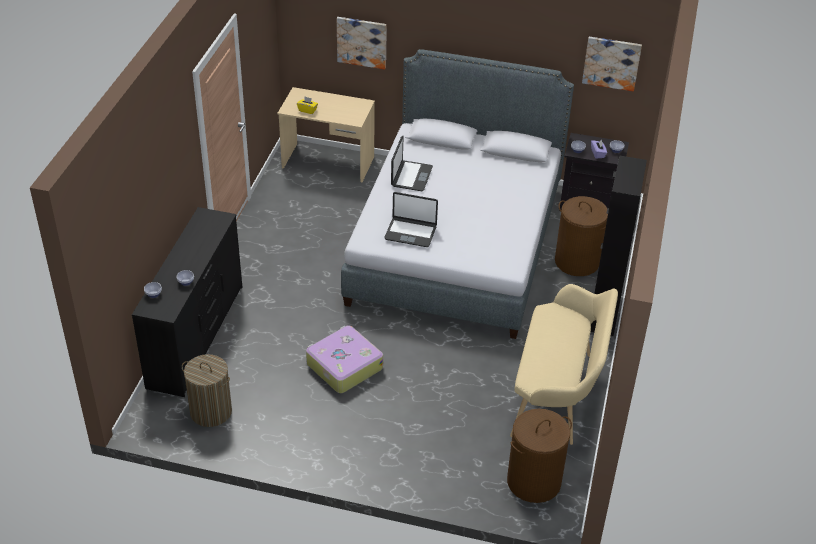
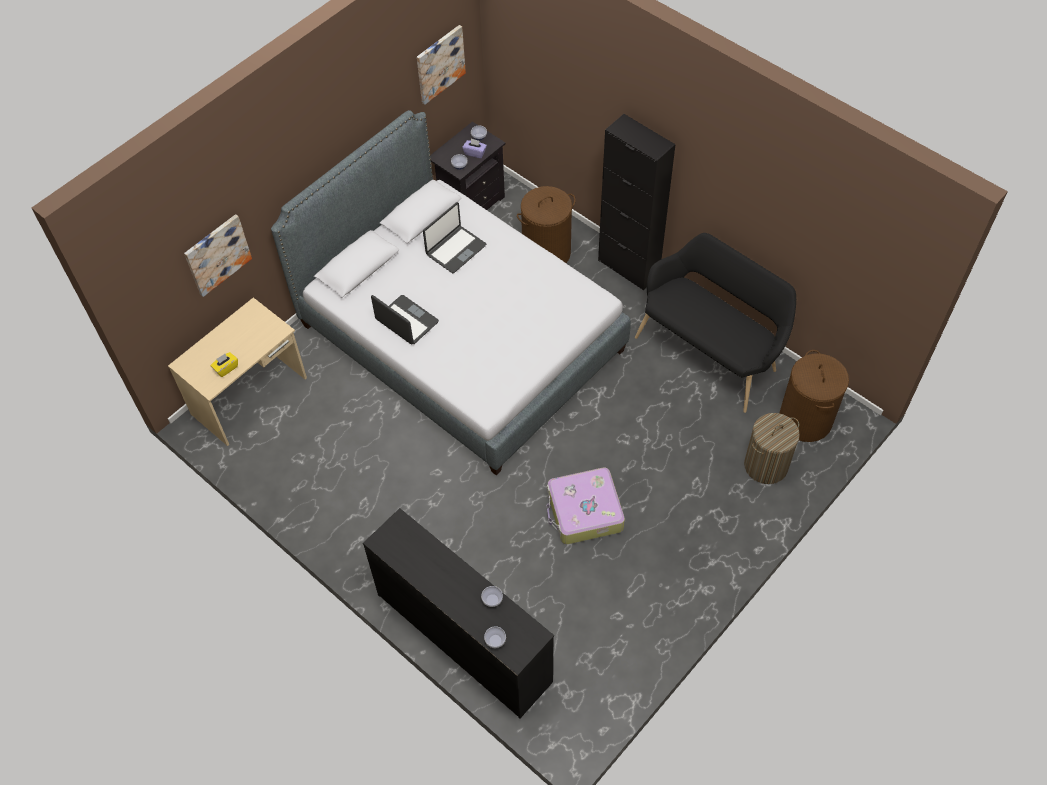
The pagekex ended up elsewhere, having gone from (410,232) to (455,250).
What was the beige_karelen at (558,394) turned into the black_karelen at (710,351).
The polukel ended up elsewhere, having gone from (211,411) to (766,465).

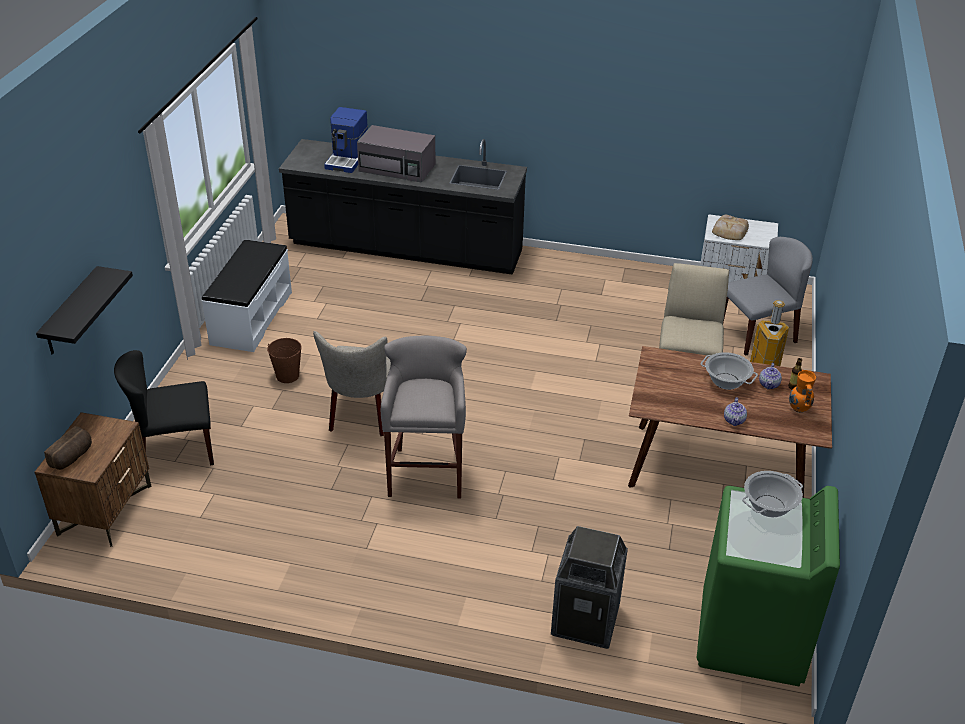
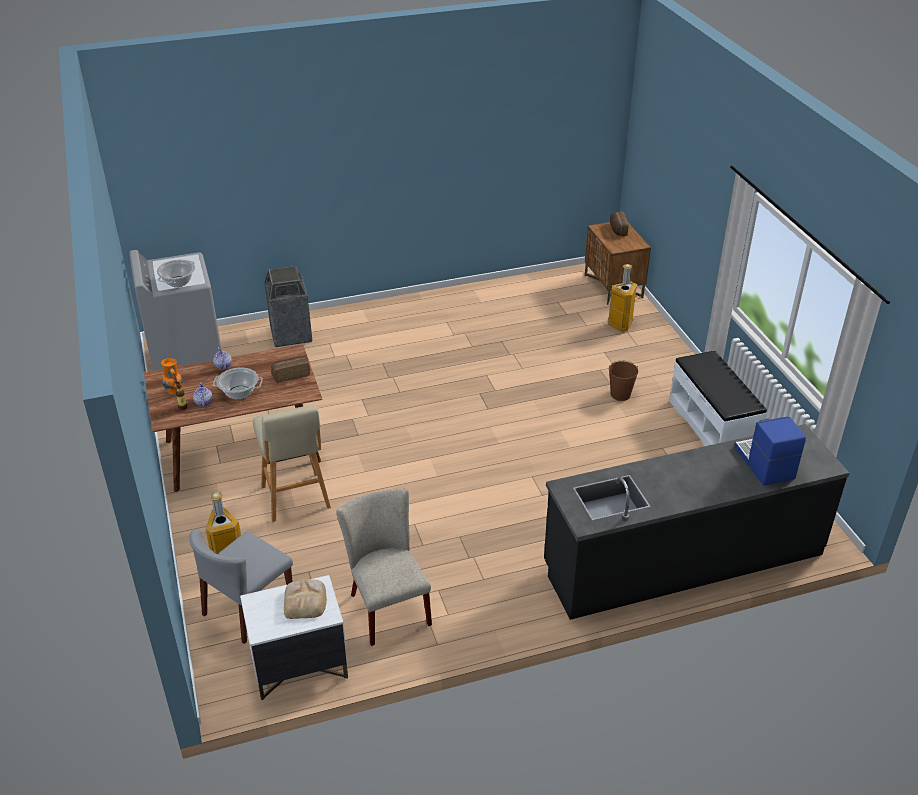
What was the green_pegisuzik at (751,638) turned into the grey_pegisuzik at (186,360).
The second view gained the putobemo at (290,374).
The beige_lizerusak ended up elsewhere, having gone from (361,415) to (386,606).
Where the black_lizerusak stood at (176,451), the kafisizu came to stand at (621,325).
The second view lost the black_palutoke at (71,312).
The second view lost the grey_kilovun at (398,168).
The second view lost the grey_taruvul at (426,471).

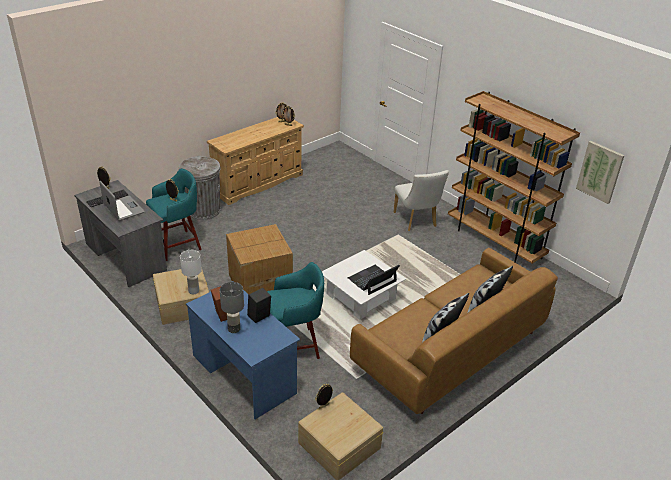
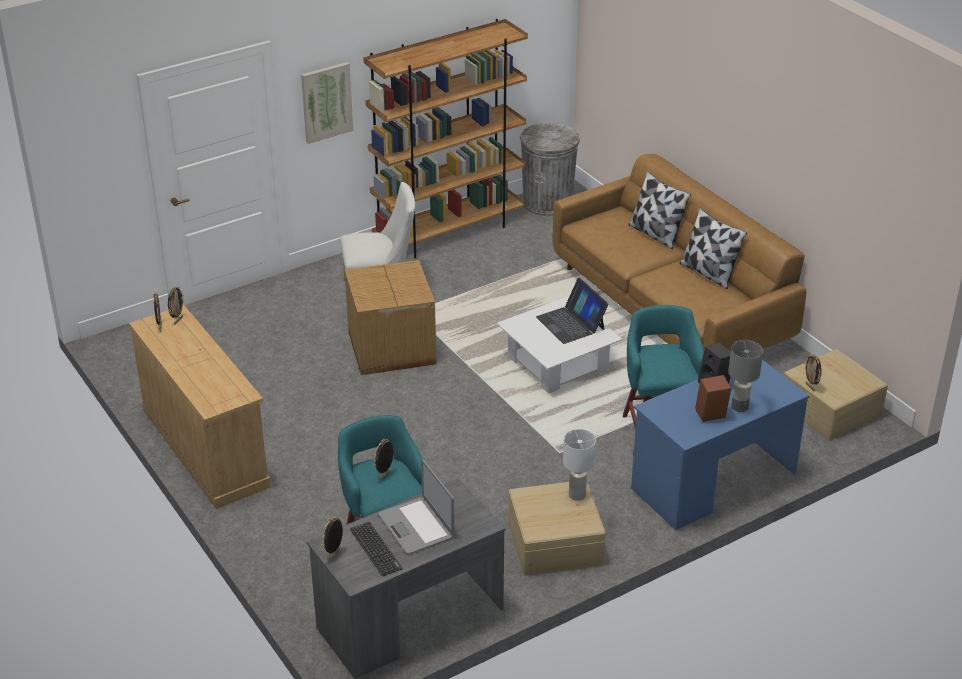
The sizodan ended up elsewhere, having gone from (600,172) to (326,102).
The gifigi ended up elsewhere, having gone from (259,284) to (390,348).
The pagekex at (123,209) ended up facing another way, 90 degrees counterclockwise from before.
The grey_kafisizu ended up elsewhere, having gone from (203,210) to (548,203).

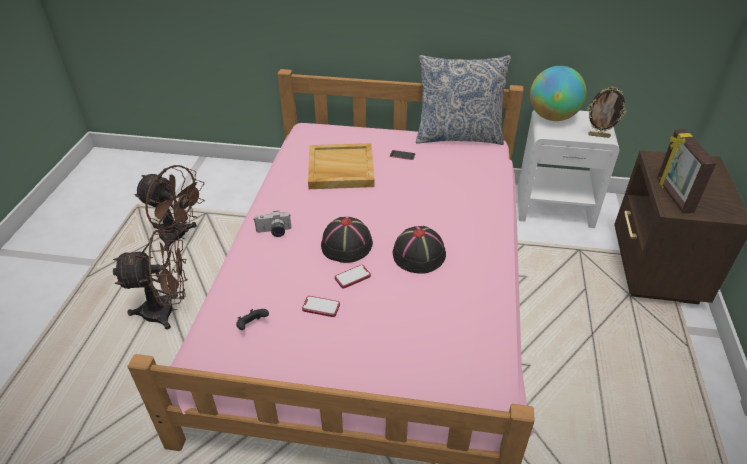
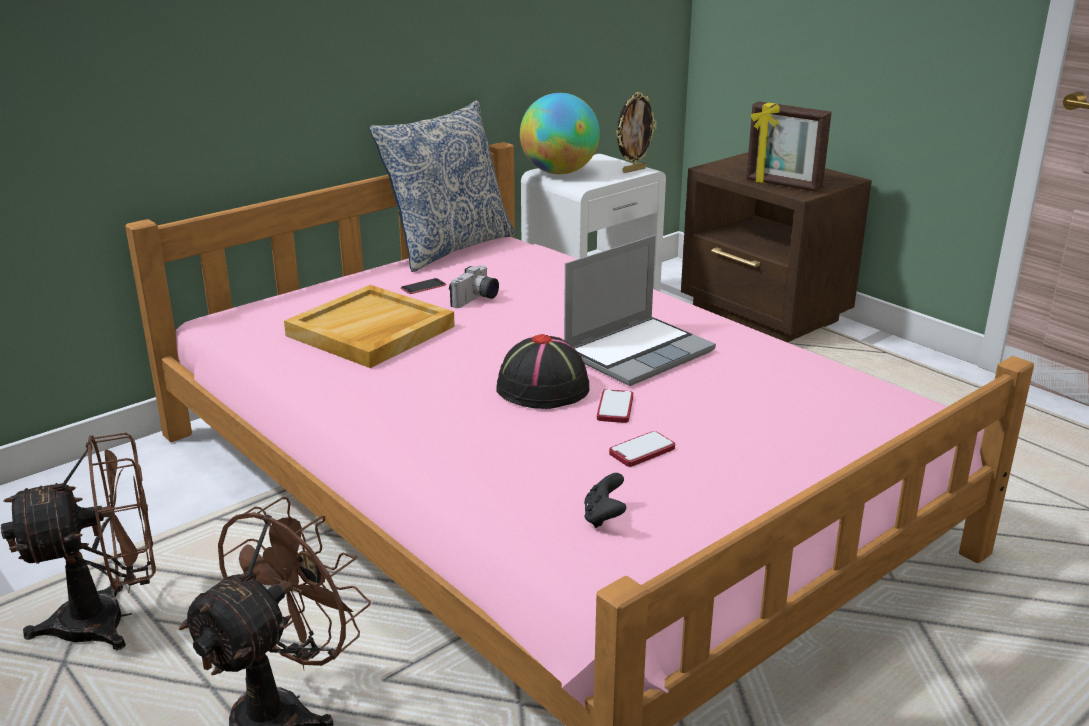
The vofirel ended up elsewhere, having gone from (274,232) to (476,300).
Where the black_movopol stood at (419,254), the pagekex came to stand at (638,352).

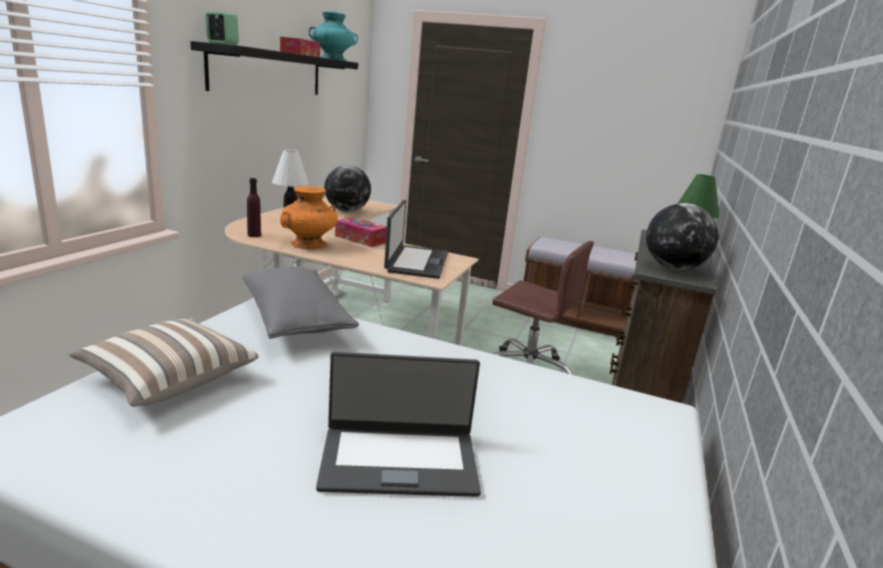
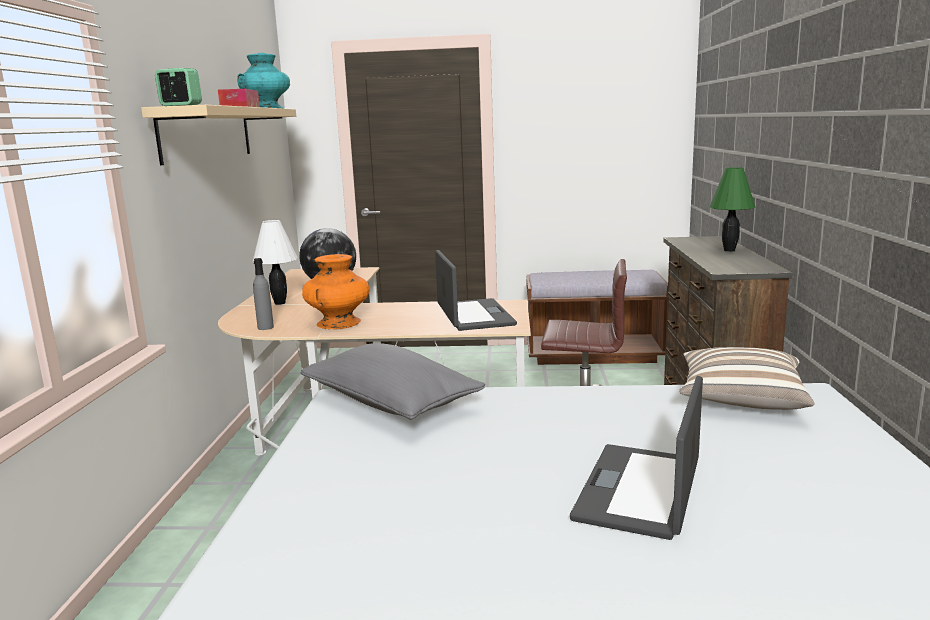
What was the black_palutoke at (268,72) turned into the beige_palutoke at (207,134).
What was the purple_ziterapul at (254,235) turned into the grey_ziterapul at (265,327).
The pagekex at (399,460) ended up facing another way, 135 degrees clockwise from before.
The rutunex ended up elsewhere, having gone from (167,379) to (740,399).
The second view lost the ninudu at (361,239).
The second view lost the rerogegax at (672,267).

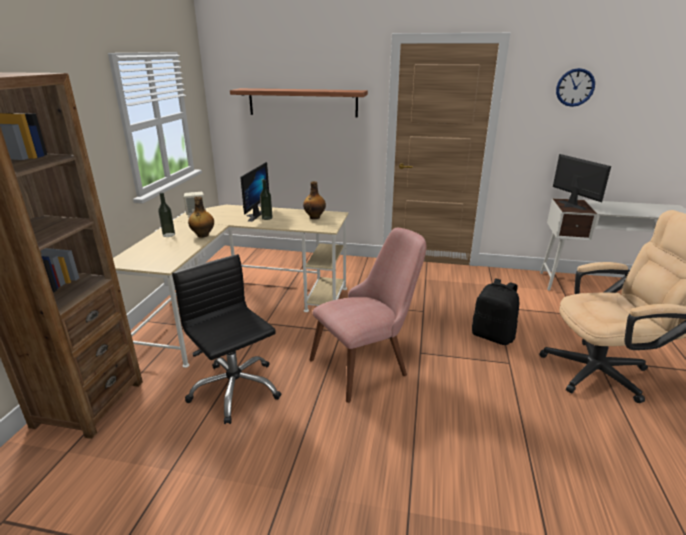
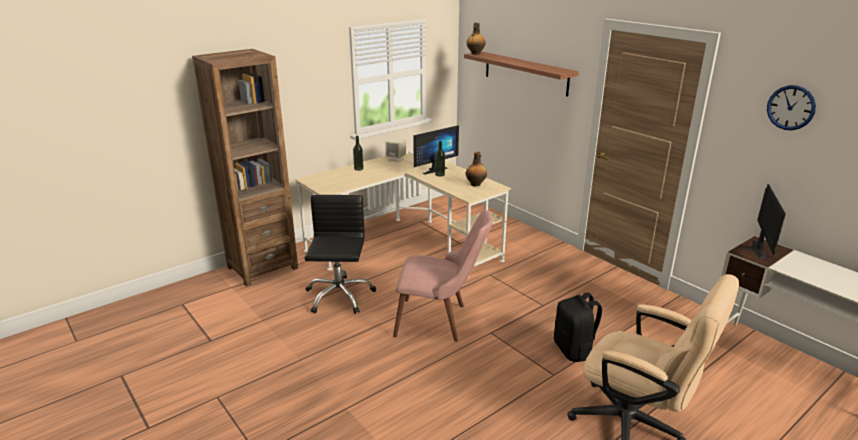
The ziterapul ended up elsewhere, having gone from (203,235) to (475,54).

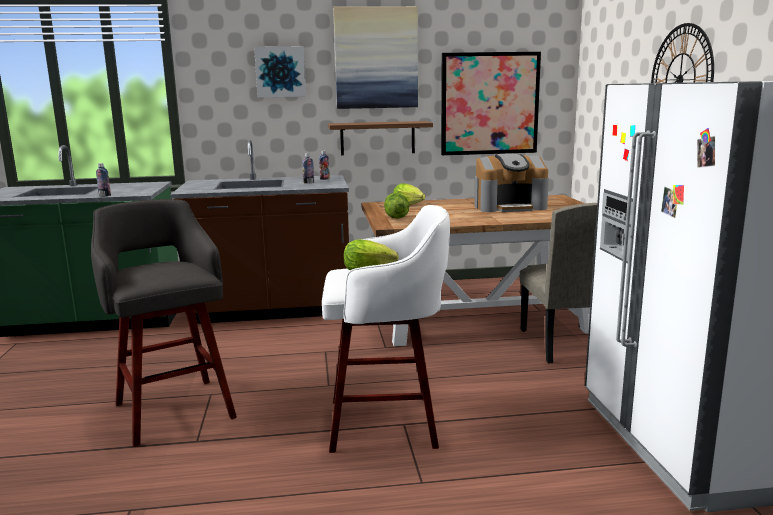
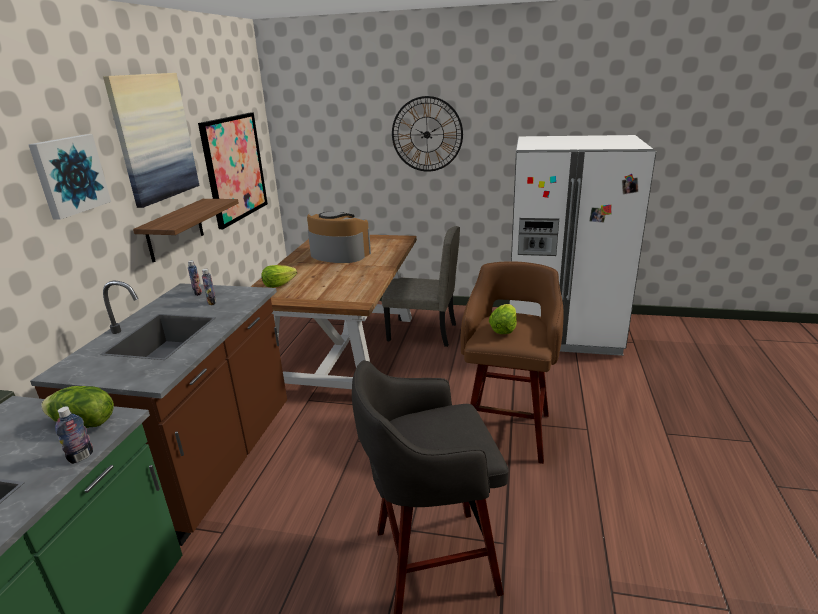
The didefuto ended up elsewhere, having gone from (395,217) to (83,424).
The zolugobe at (509,207) ended up facing another way, 75 degrees counterclockwise from before.
What was the white_taruvul at (387,423) turned into the brown_taruvul at (507,429).

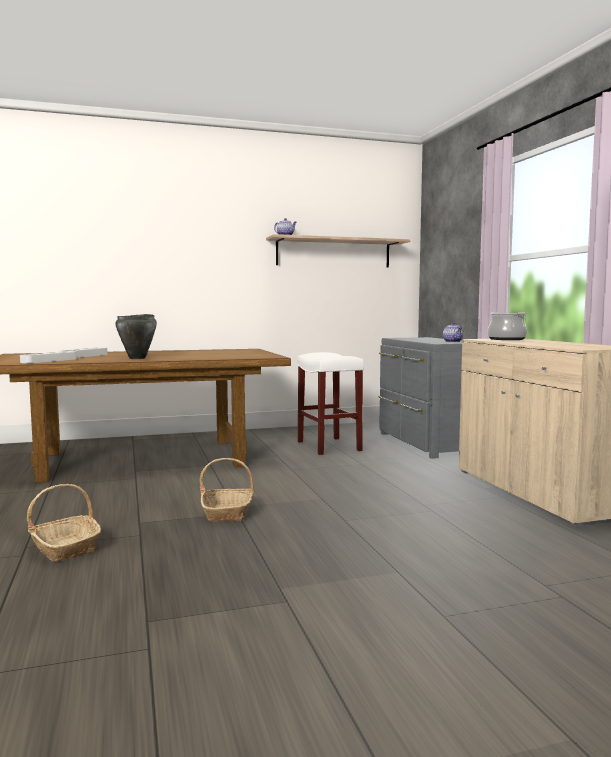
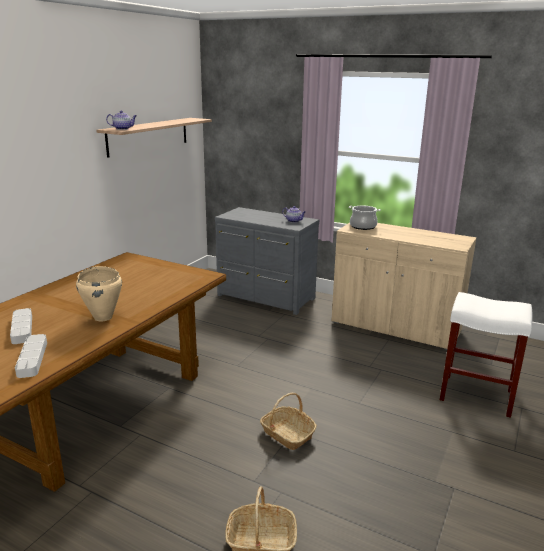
What was the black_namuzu at (137,358) turned into the beige_namuzu at (103,317).
The white_taruvul ended up elsewhere, having gone from (329,446) to (477,395).

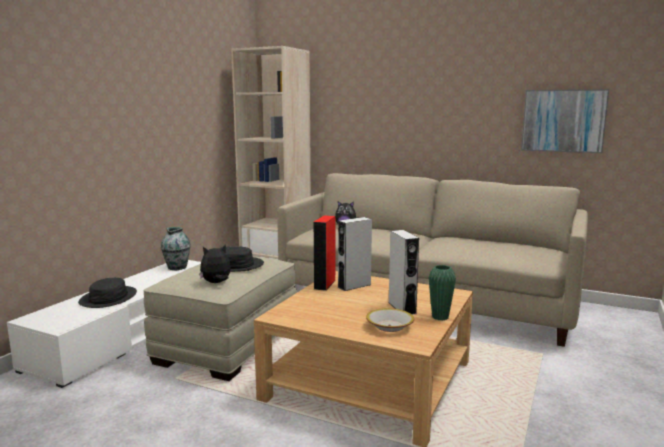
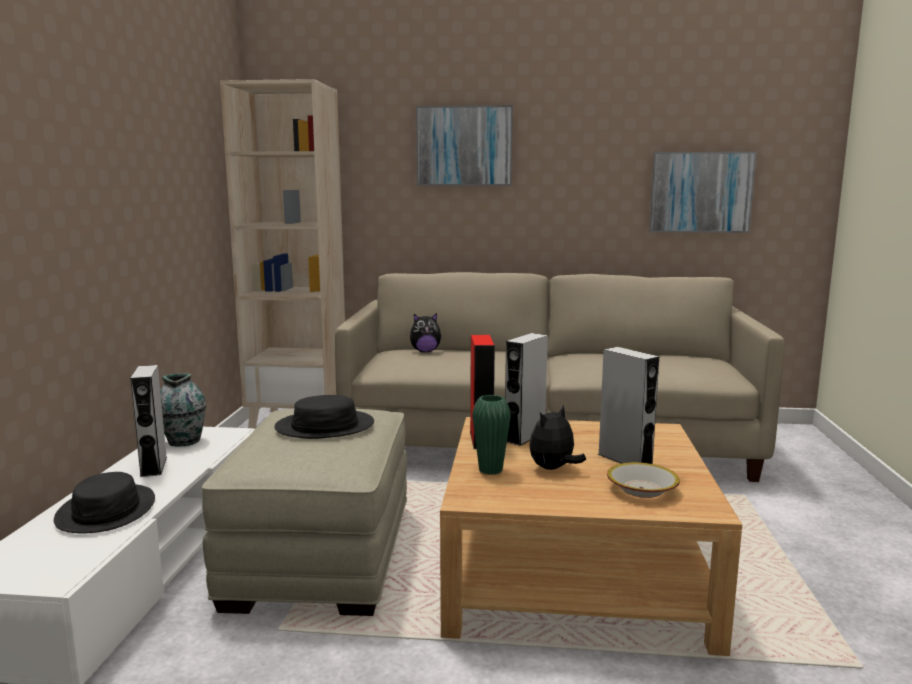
The second view gained the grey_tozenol at (154,466).
The second view gained the sizodan at (464,146).
The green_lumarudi ended up elsewhere, having gone from (440,317) to (490,470).
The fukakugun ended up elsewhere, having gone from (216,283) to (553,469).

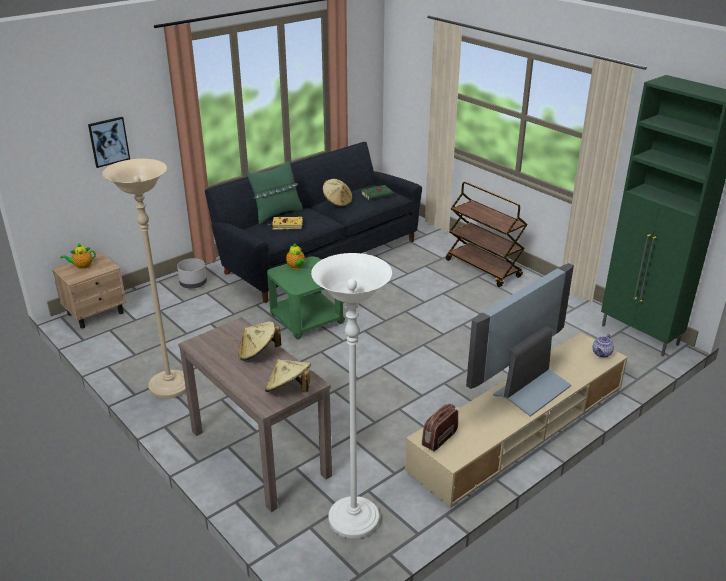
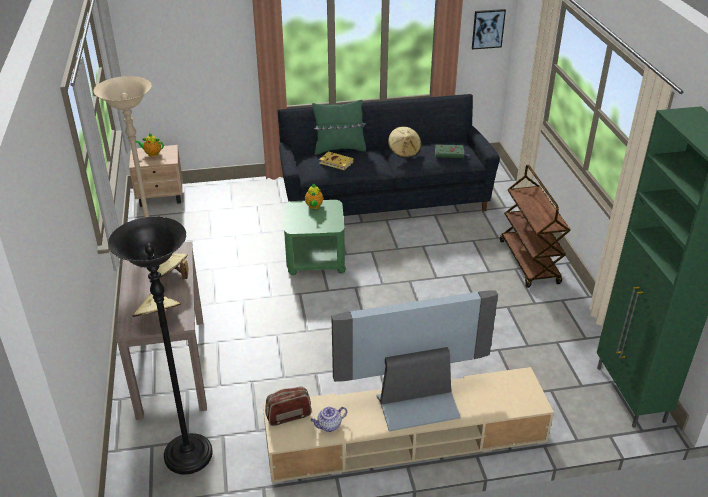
What was the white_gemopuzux at (353,520) turned into the black_gemopuzux at (188,456).
The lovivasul ended up elsewhere, having gone from (602,354) to (329,426).
The sizodan ended up elsewhere, having gone from (108,141) to (488,28).
The second view lost the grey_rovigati at (193,283).

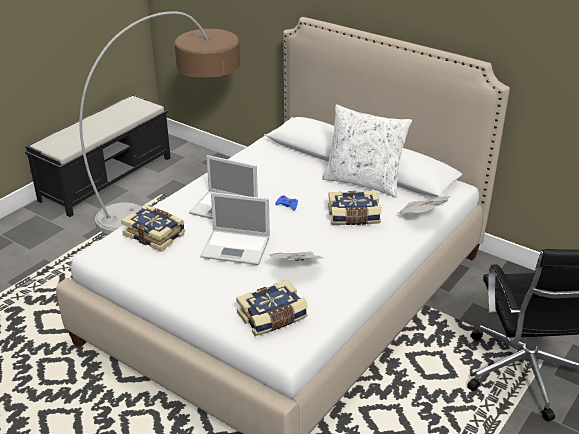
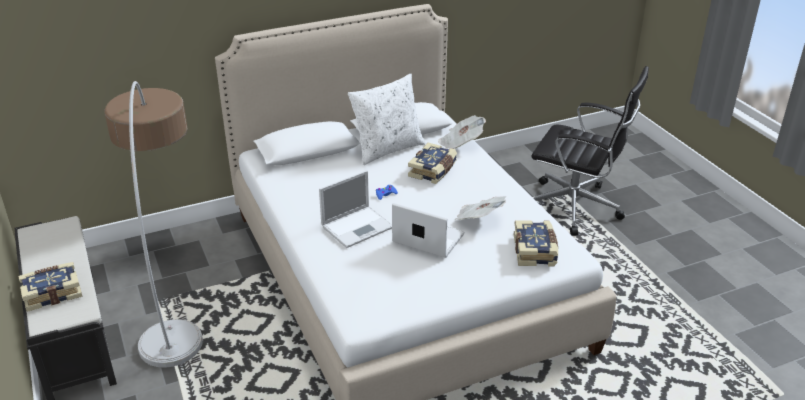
The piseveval ended up elsewhere, having gone from (155,235) to (52,293).
The pagekex at (237,247) ended up facing another way, 105 degrees counterclockwise from before.

